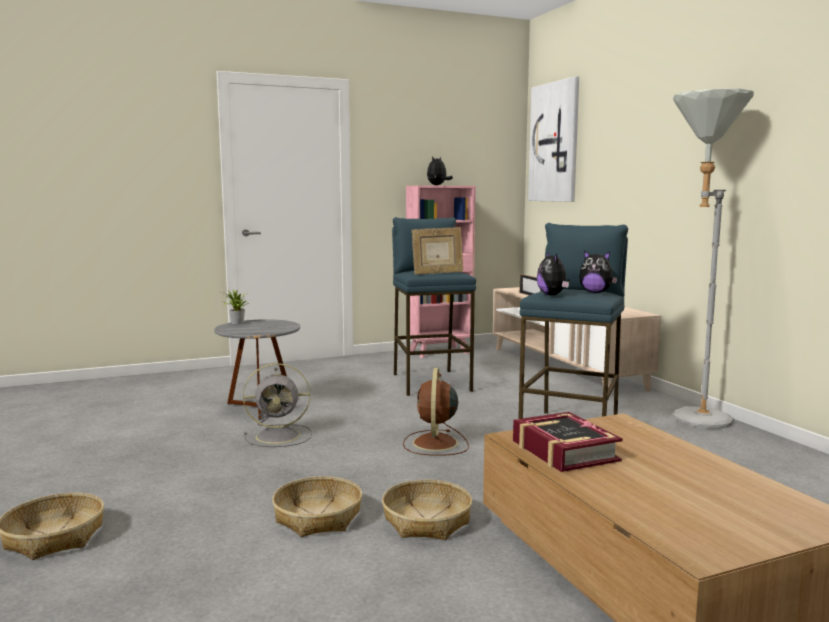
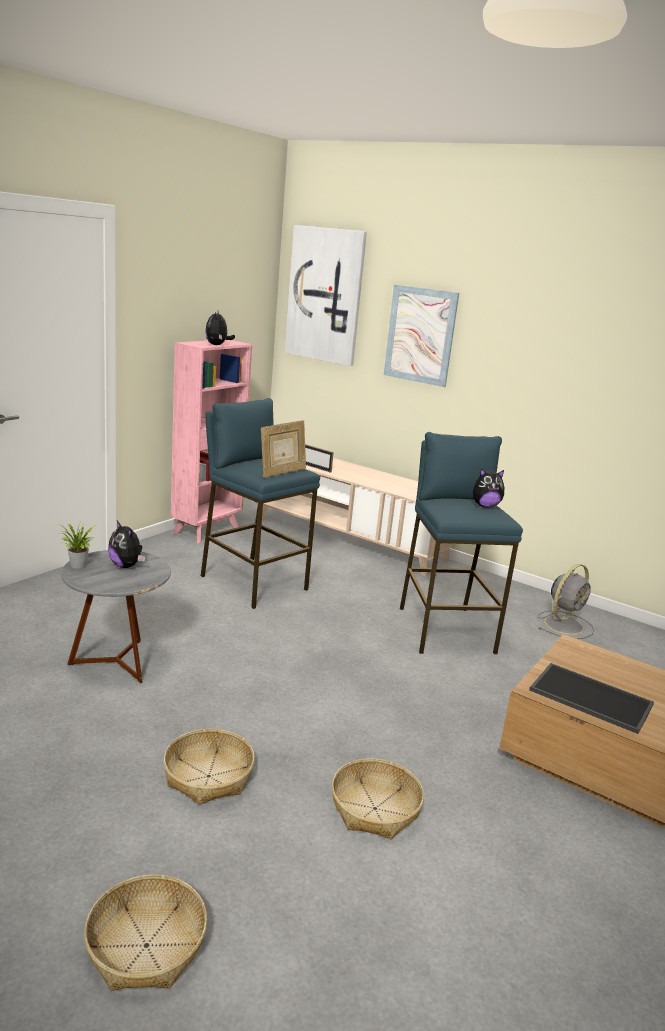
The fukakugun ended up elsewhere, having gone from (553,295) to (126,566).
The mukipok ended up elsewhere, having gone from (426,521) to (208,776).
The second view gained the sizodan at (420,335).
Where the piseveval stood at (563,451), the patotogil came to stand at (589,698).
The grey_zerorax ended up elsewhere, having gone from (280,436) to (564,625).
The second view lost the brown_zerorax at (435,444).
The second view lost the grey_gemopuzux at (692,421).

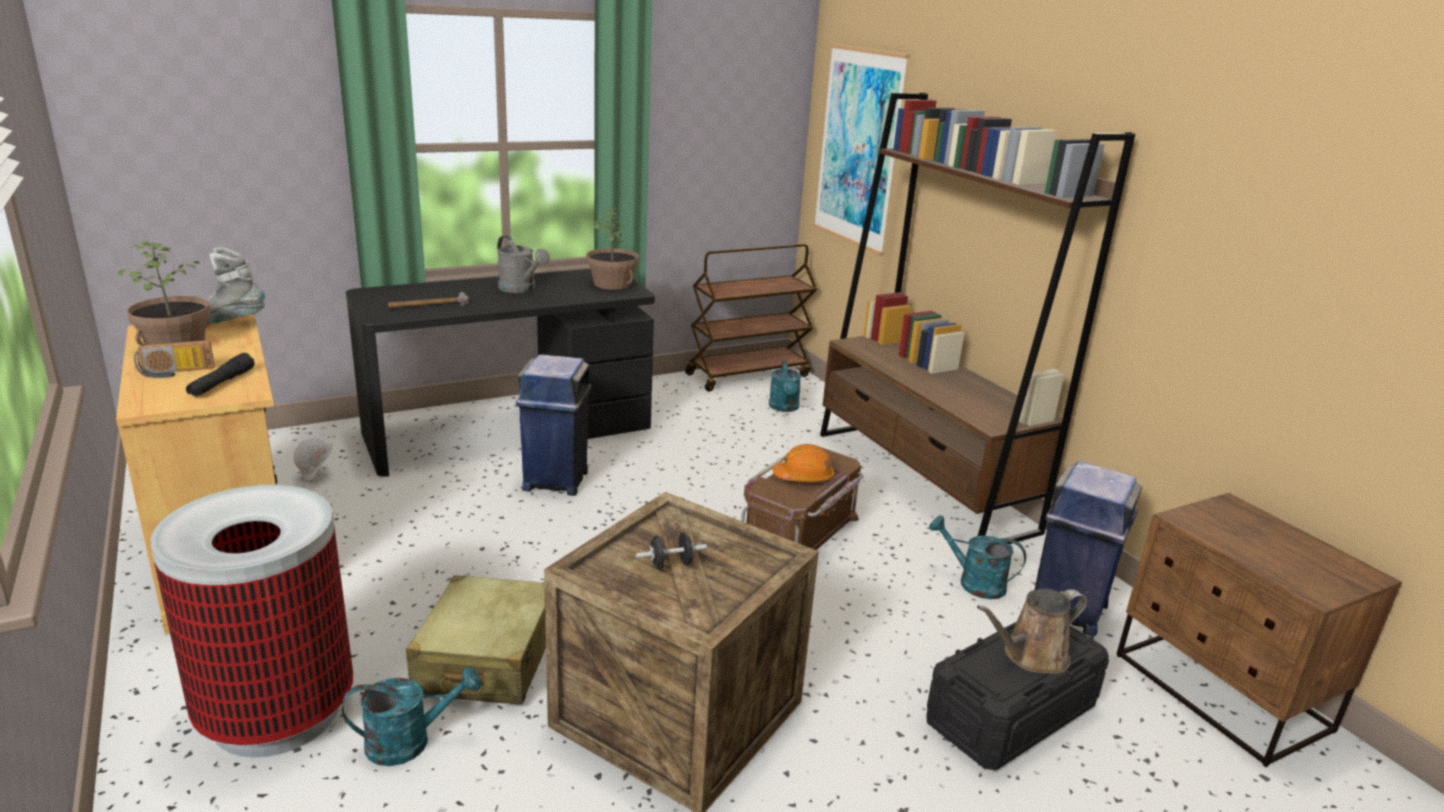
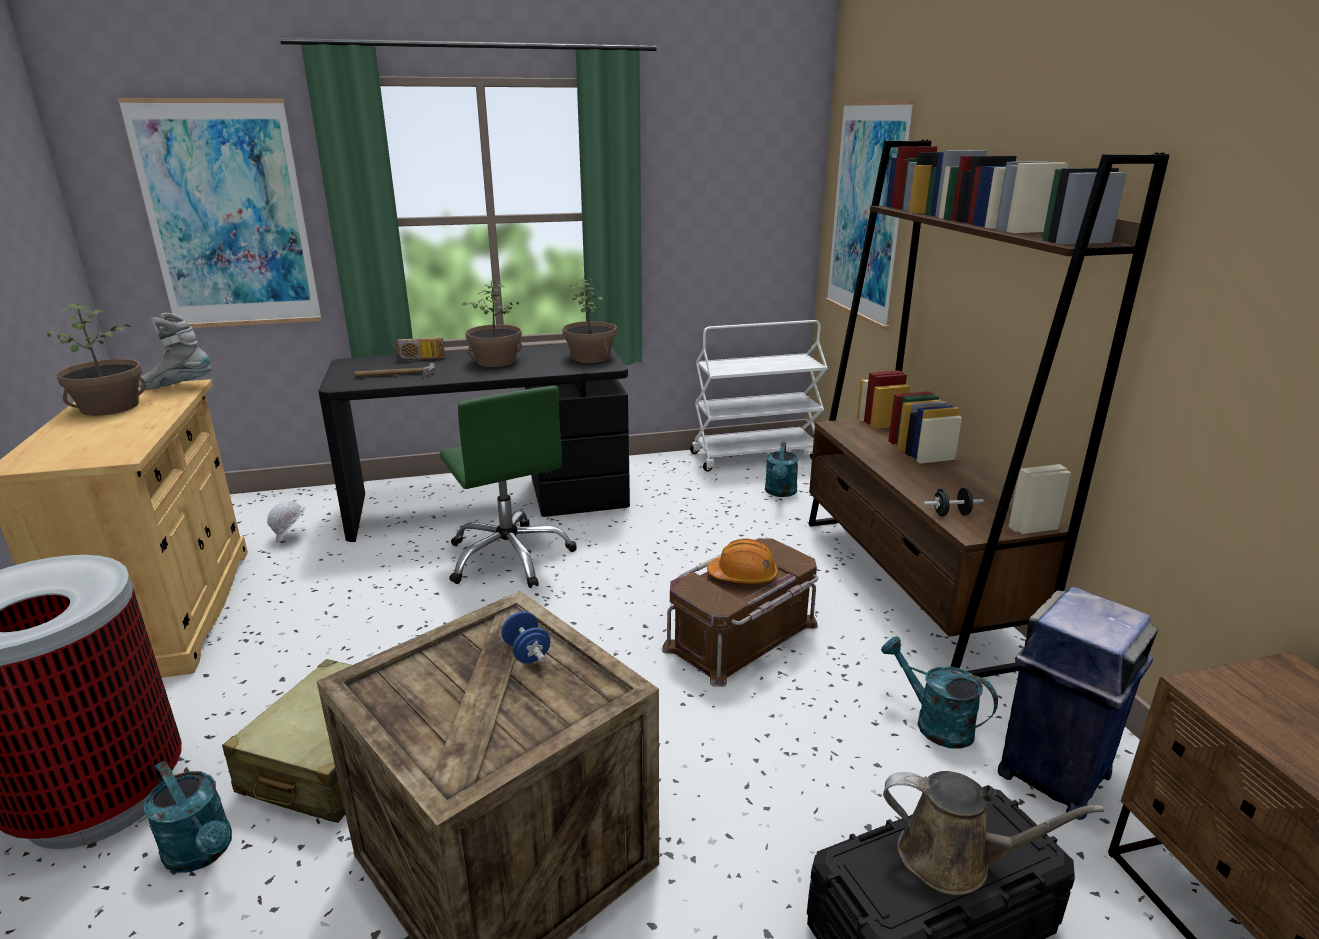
The second view gained the sizodan at (228,217).
The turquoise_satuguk at (410,742) ended up facing another way, 45 degrees clockwise from before.
The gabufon ended up elsewhere, having gone from (176,373) to (420,359).
Where the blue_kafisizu stood at (556,480), the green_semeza came to stand at (510,556).
Where the grey_satuguk stood at (521,289), the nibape came to stand at (496,361).
The second view gained the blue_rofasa at (527,652).
What was the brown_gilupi at (748,375) turned into the white_gilupi at (755,456).
The brown_satuguk at (1031,656) ended up facing another way, 150 degrees counterclockwise from before.
The black_rofasa ended up elsewhere, having gone from (670,564) to (951,514).
The second view lost the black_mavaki at (222,383).

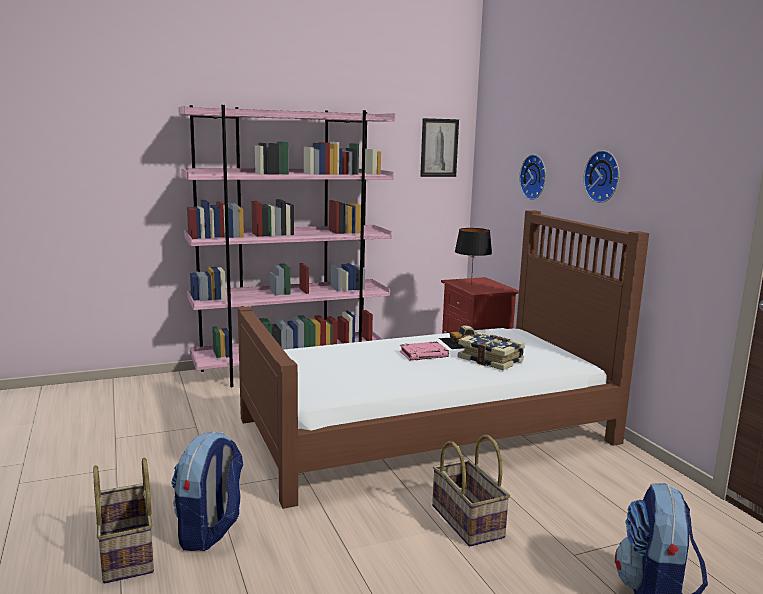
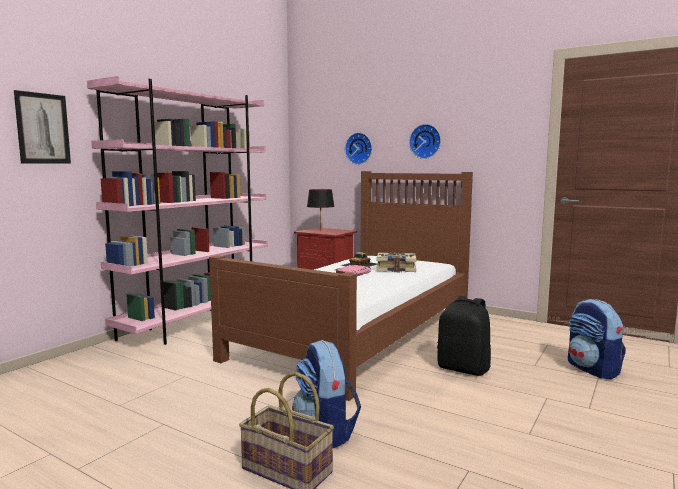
The sizodan ended up elsewhere, having gone from (439,148) to (43,128).
Where the mukipok stood at (468,521), the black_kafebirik came to stand at (463,368).

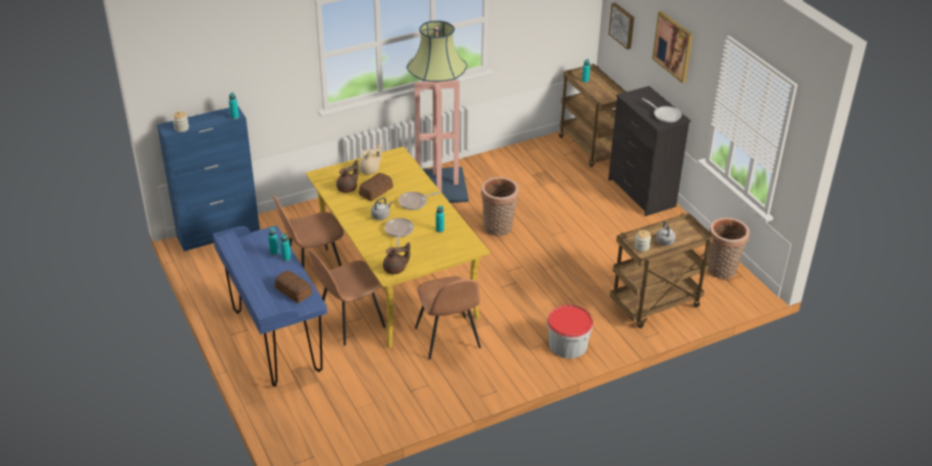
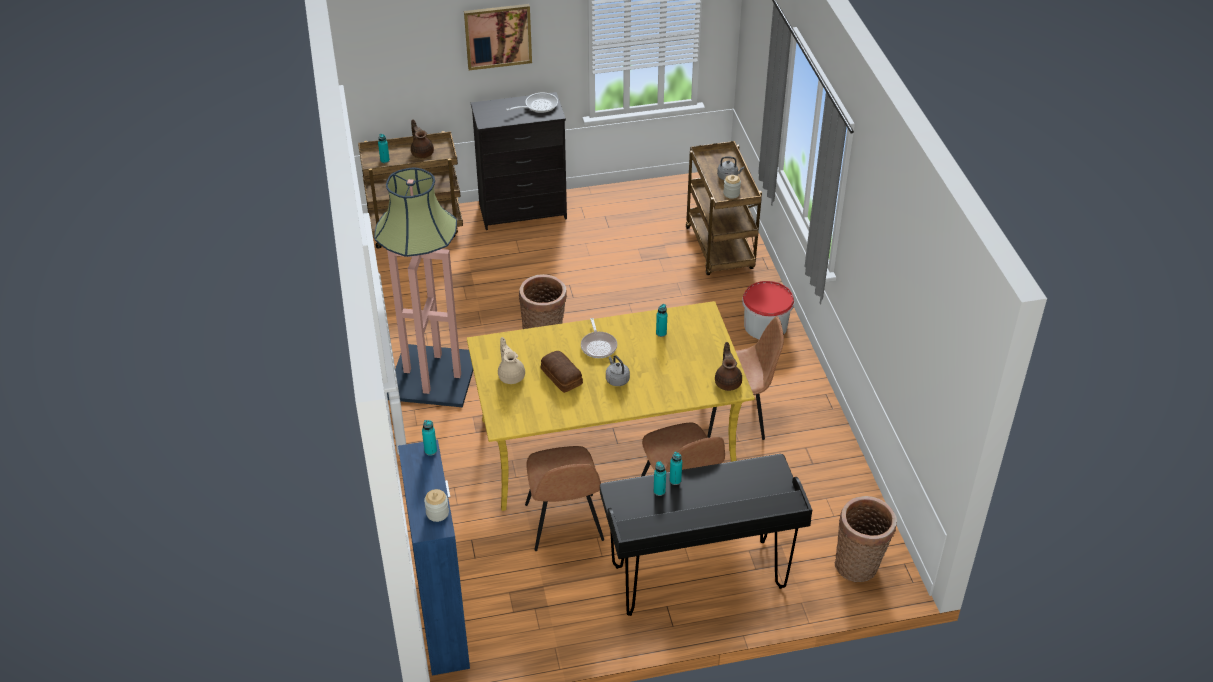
The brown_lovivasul ended up elsewhere, having gone from (348,188) to (422,152).
What was the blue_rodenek at (276,341) turned into the black_rodenek at (698,578).
The mukipok ended up elsewhere, having gone from (721,271) to (859,566).
The second view lost the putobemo at (293,291).
The second view lost the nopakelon at (399,231).
The second view lost the sizodan at (623,25).

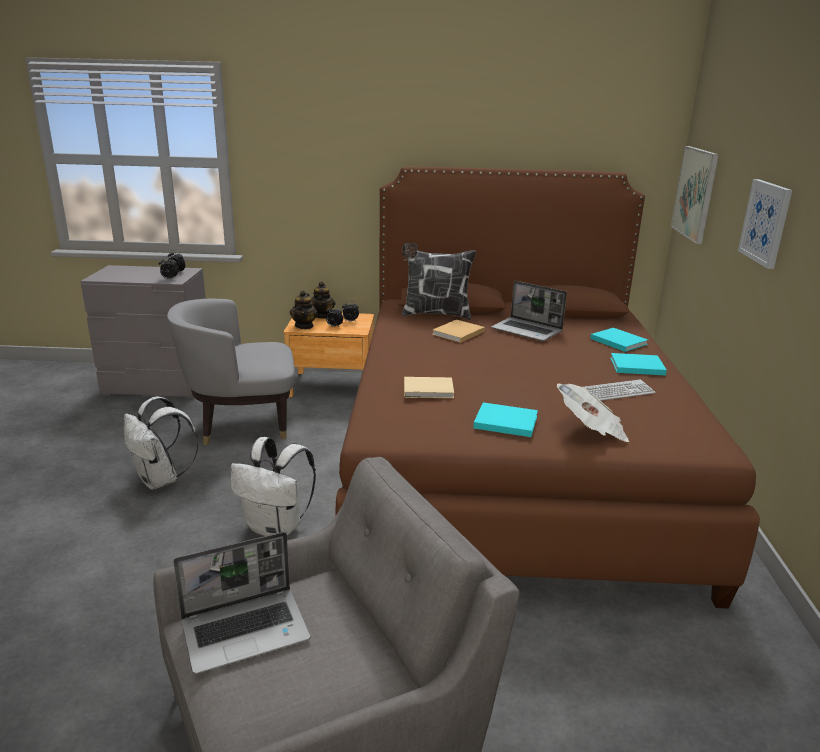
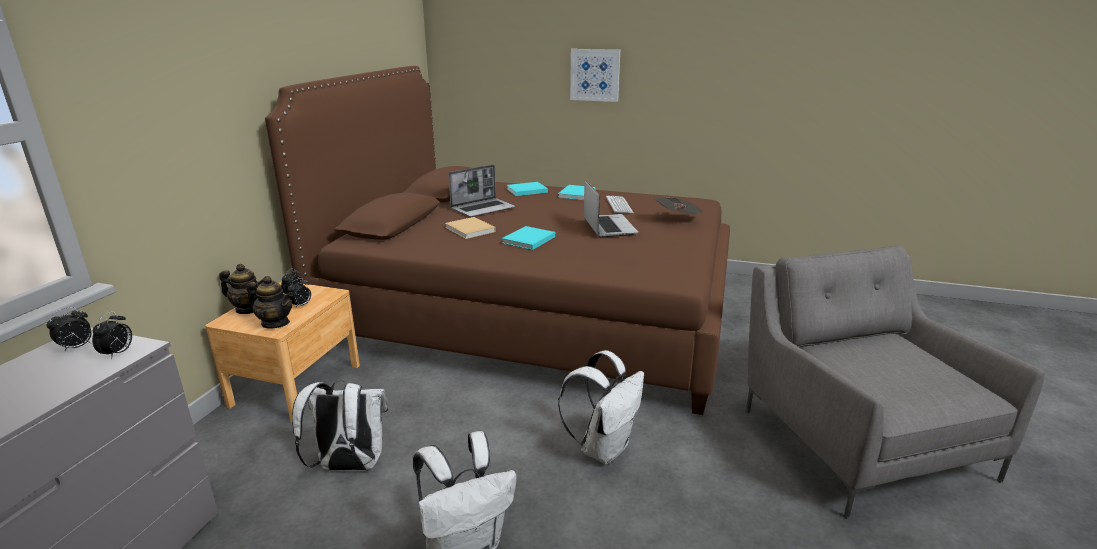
Where the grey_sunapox stood at (242,424), the white_kafebirik came to stand at (349,466).
The turquoise_piseveval ended up elsewhere, having gone from (503,421) to (528,240).
The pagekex ended up elsewhere, having gone from (246,630) to (608,227).
The second view lost the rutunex at (435,314).
The second view lost the beige_piseveval at (429,390).
The second view lost the sizodan at (695,193).

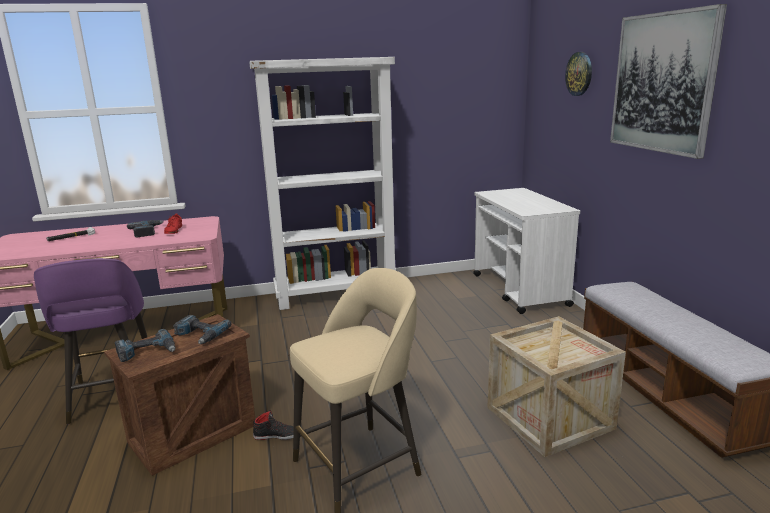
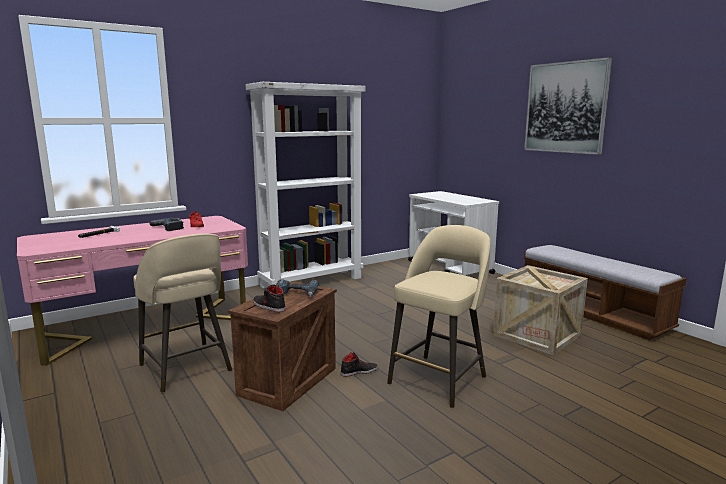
What was the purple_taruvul at (114,397) turned into the beige_taruvul at (186,369).
Where the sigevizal stood at (147,352), the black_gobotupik came to stand at (268,306).
The second view lost the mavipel at (579,74).

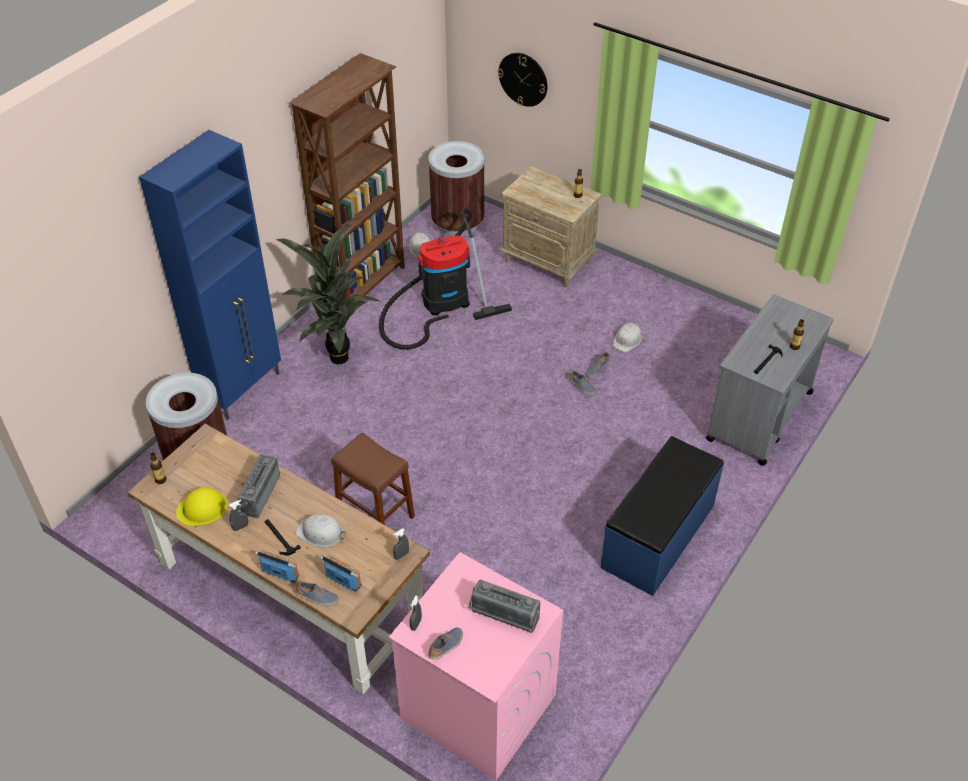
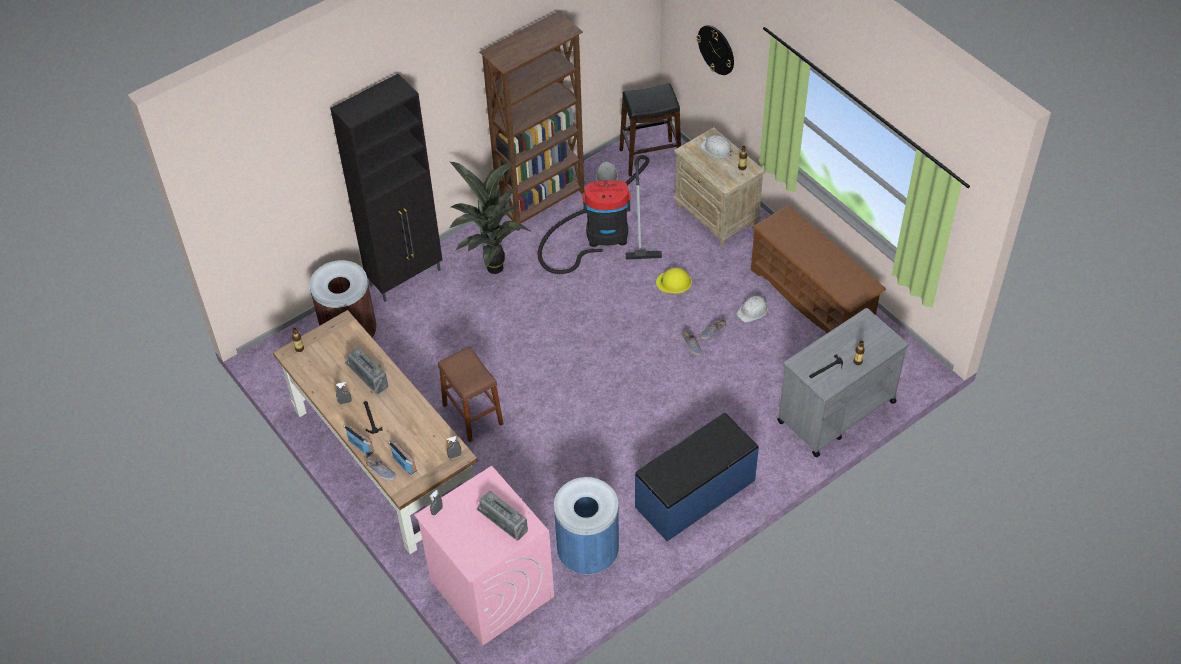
What was the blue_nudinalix at (243,389) turned into the black_nudinalix at (406,277).
The gabufon at (258,494) ended up facing another way, 75 degrees counterclockwise from before.
The second view gained the blue_kafisizu at (588,553).
Where the brown_kafisizu stood at (457,223), the black_taruvul came to stand at (650,158).
The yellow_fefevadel ended up elsewhere, having gone from (202,508) to (674,282).
The white_fefevadel ended up elsewhere, having gone from (320,533) to (716,149).
The second view gained the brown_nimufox at (812,298).
The second view lost the gobotupik at (446,646).

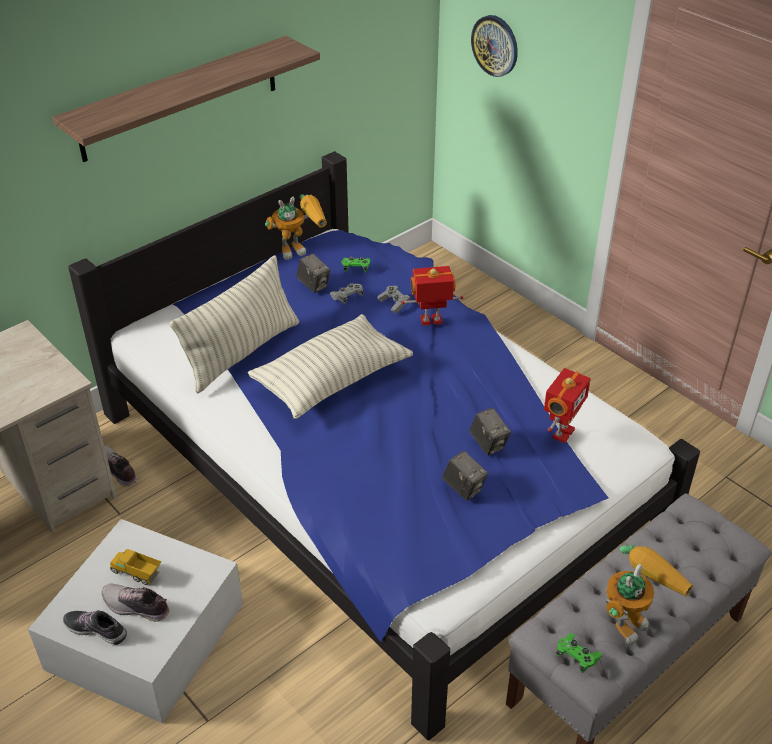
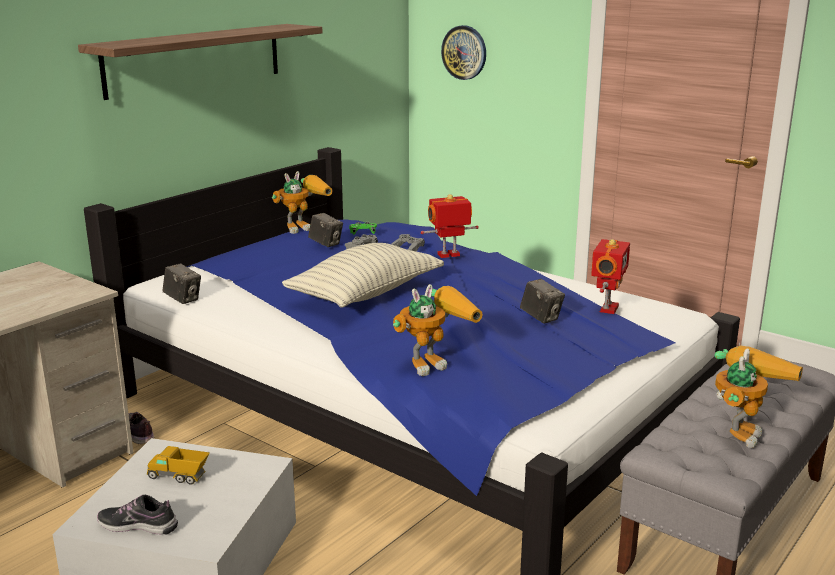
The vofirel ended up elsewhere, having gone from (464,488) to (183,299).
The second view gained the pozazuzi at (435,362).
The second view lost the gobotupik at (136,607).
The second view lost the rutunex at (242,352).
The second view lost the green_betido at (577,657).

